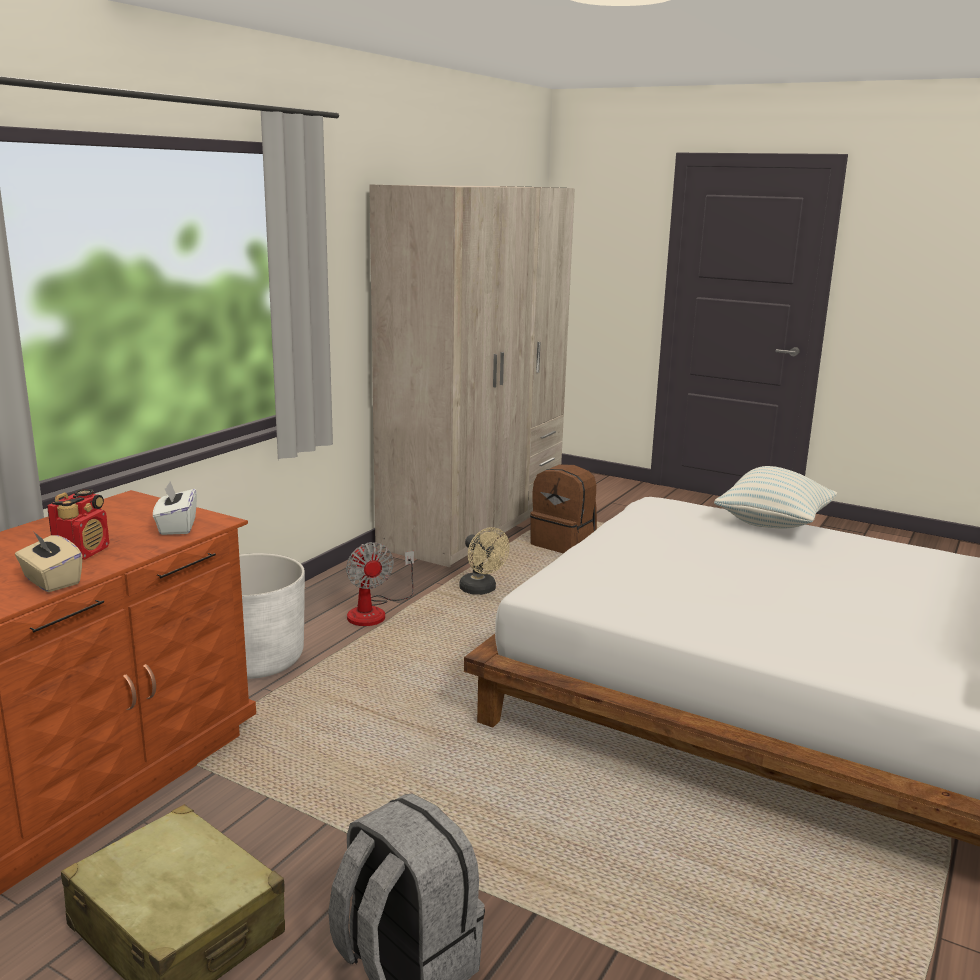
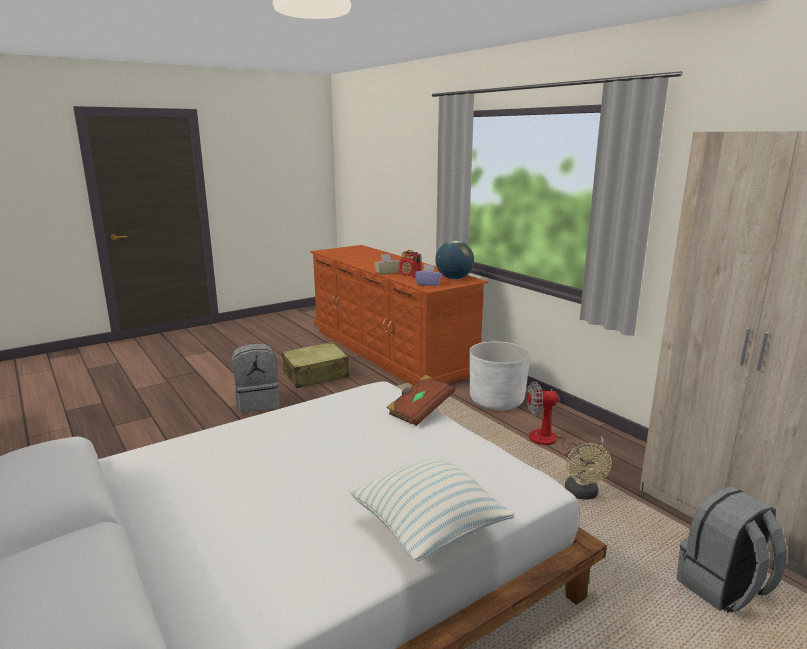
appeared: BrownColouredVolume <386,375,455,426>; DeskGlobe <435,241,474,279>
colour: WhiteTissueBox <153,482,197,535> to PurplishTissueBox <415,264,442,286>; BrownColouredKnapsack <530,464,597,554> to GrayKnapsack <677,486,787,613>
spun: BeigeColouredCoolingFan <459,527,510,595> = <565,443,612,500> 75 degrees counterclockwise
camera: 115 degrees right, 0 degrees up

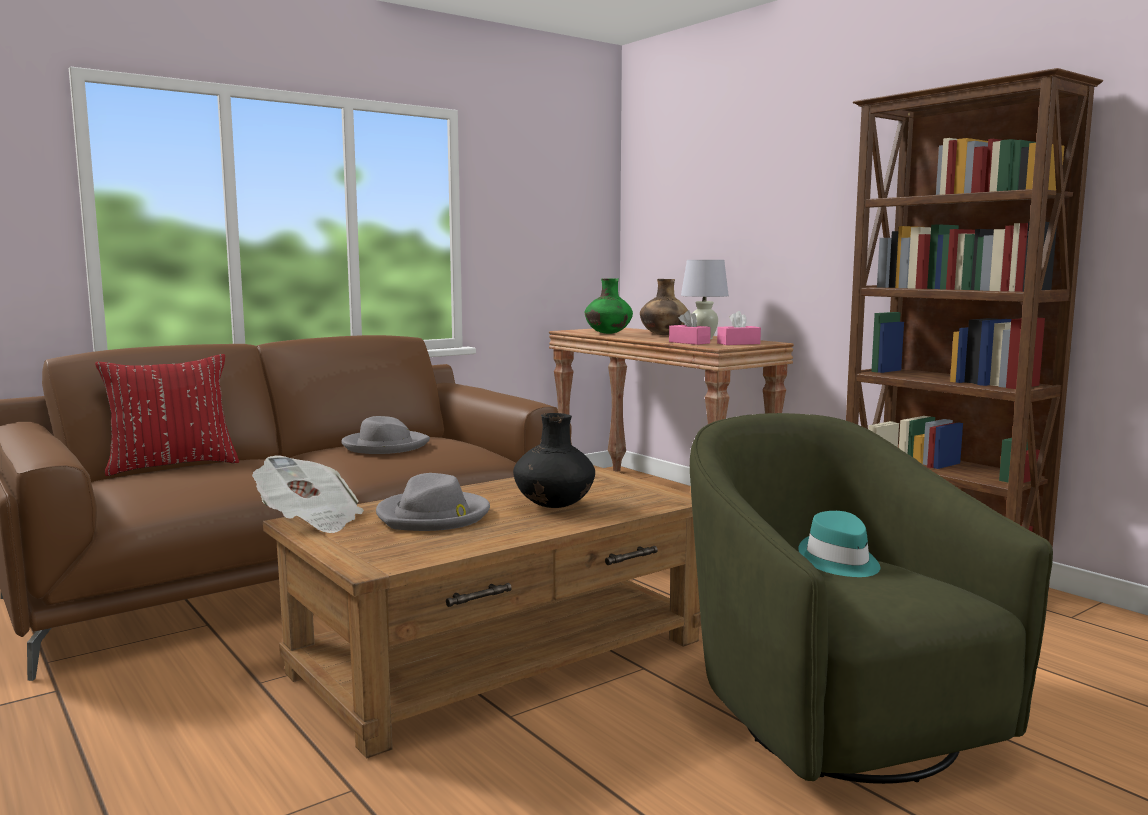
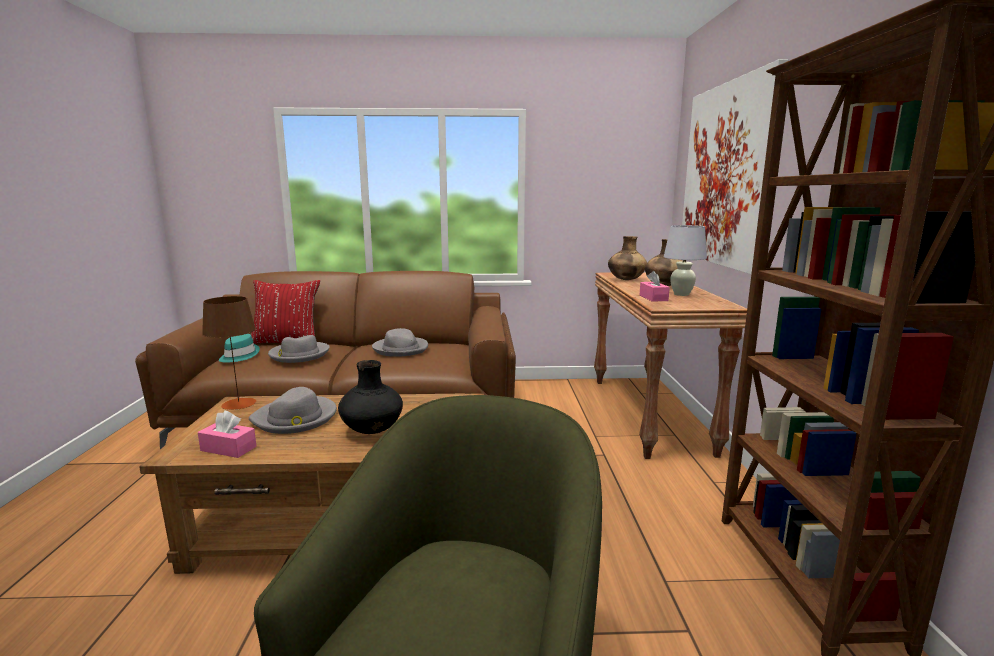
appeared: GrayWearableHat <268,335,330,363>; WallArt <682,59,789,274>
relocated: PinkColouredTissueBox <717,311,761,345> to <198,411,257,458>; TurquoiseColouredWearableHat <798,511,880,577> to <219,334,260,363>
exchanged: DailyPaper <252,456,364,533> to BrownColouredTabletopLamp <202,296,256,410>
colour: GreenColouredDecorativeVase <585,278,633,334> to BrownColouredDecorativeVase <608,236,647,280>
camera: 35 degrees right, 5 degrees up

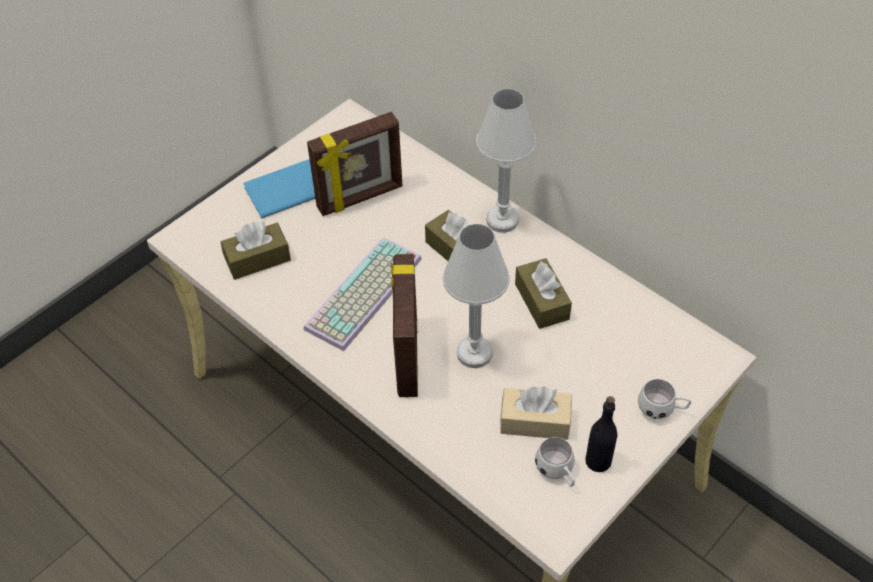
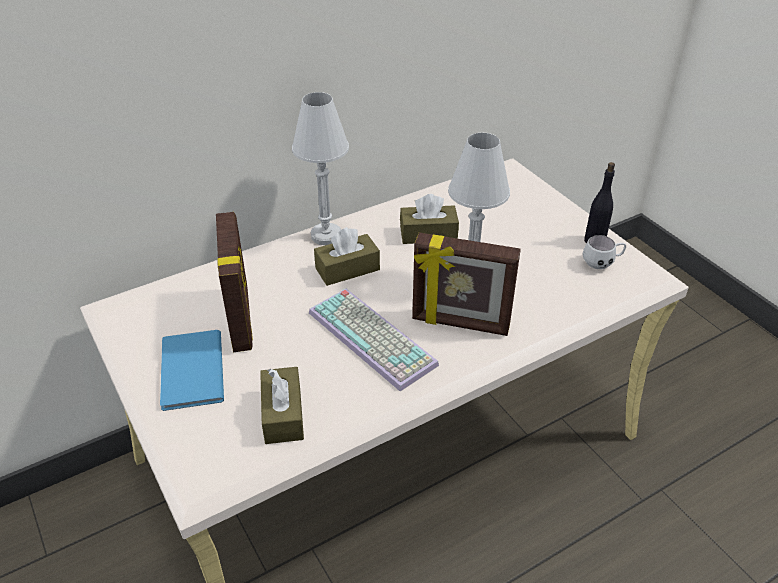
missing: BeigeColouredTissueBox <500,387,572,440>; WhiteCoffeeMug <638,379,691,419>
camera: 75 degrees left, 10 degrees down

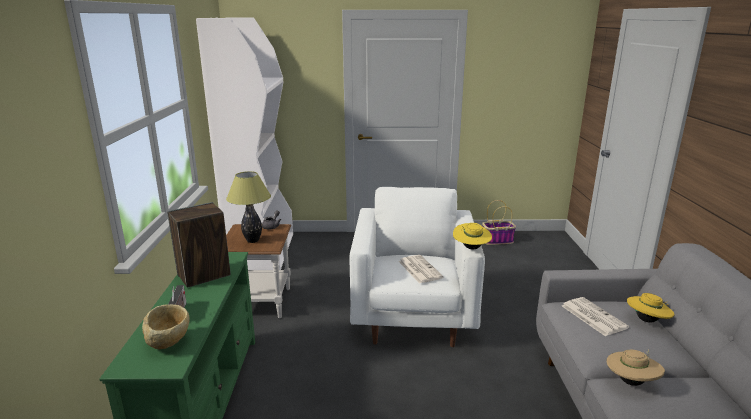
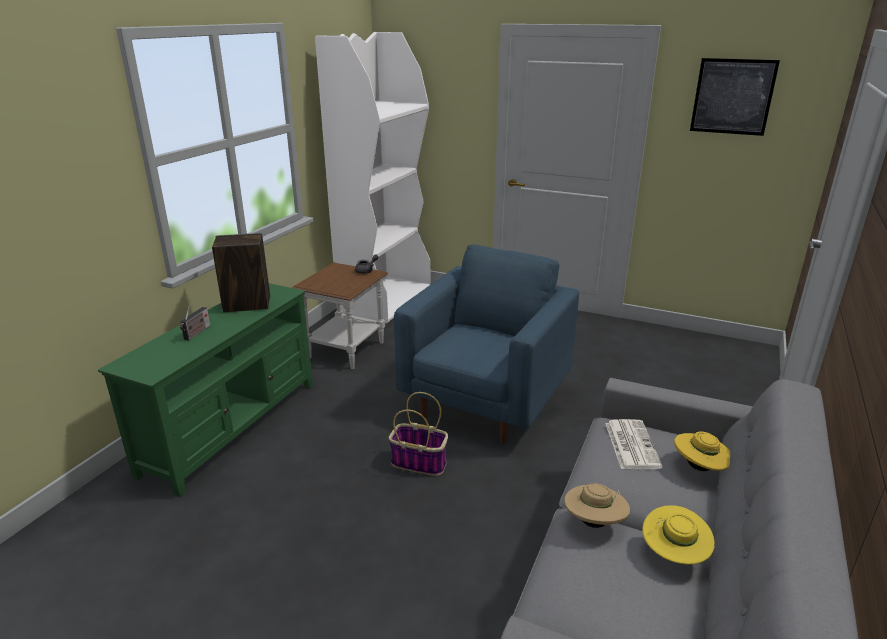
missing: BeigeColouredBowl <142,304,189,349>; TabletopLamp <226,171,271,243>; DailyPaper <398,255,444,284>
appeared: WallArt <690,58,780,136>
relocated: YellowColouredWearableHat <453,223,492,250> to <642,505,715,564>; StorageBasket <482,200,516,245> to <388,392,448,476>
colour: WhiteLoungeChair <350,187,485,347> to BlueColouredLoungeChair <394,244,579,444>
camera: 25 degrees right, 5 degrees up

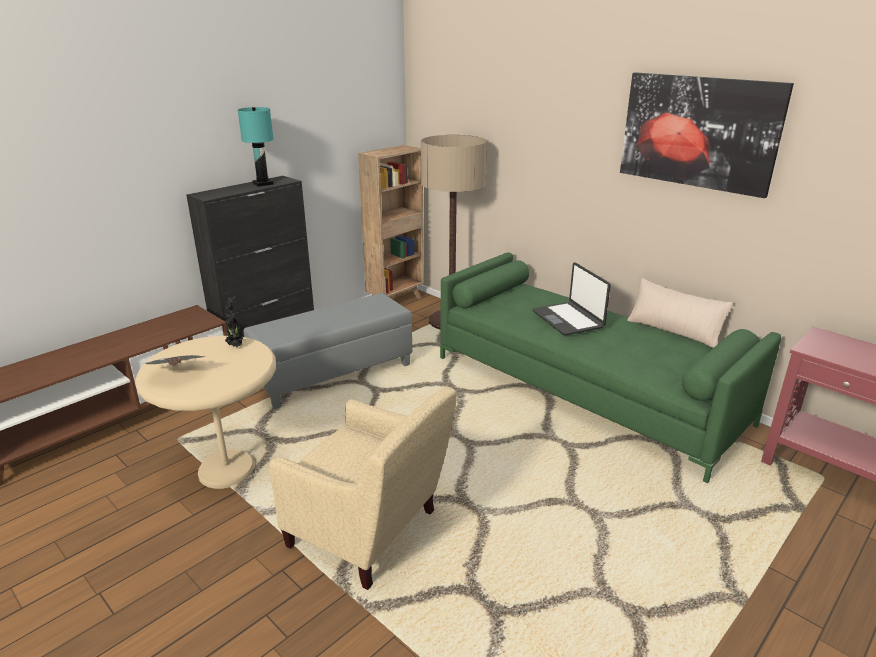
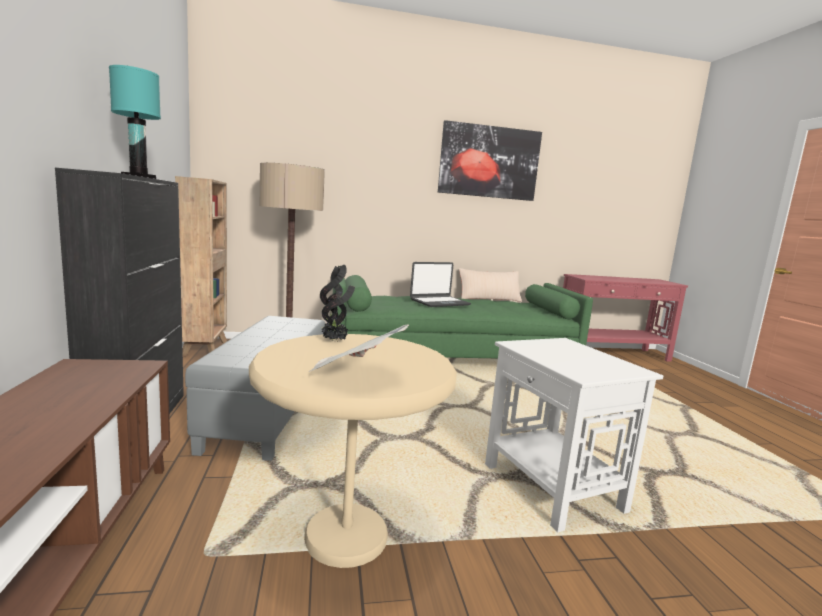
exchanged: BeigeColouredLoungeChair <269,387,457,590> to WhiteAccentTable <485,338,663,532>
spun: NotebookComputer <533,262,611,335> = <410,262,471,307> 45 degrees counterclockwise
camera: 55 degrees left, 15 degrees down

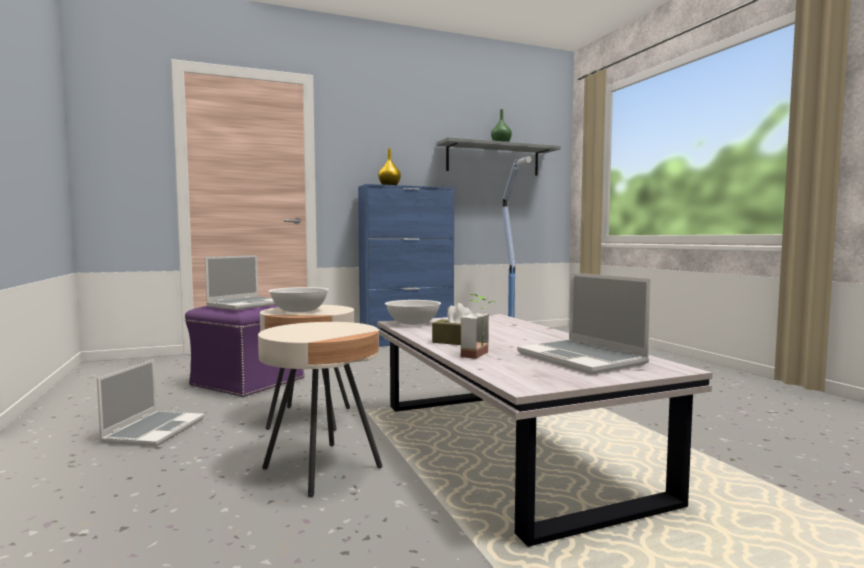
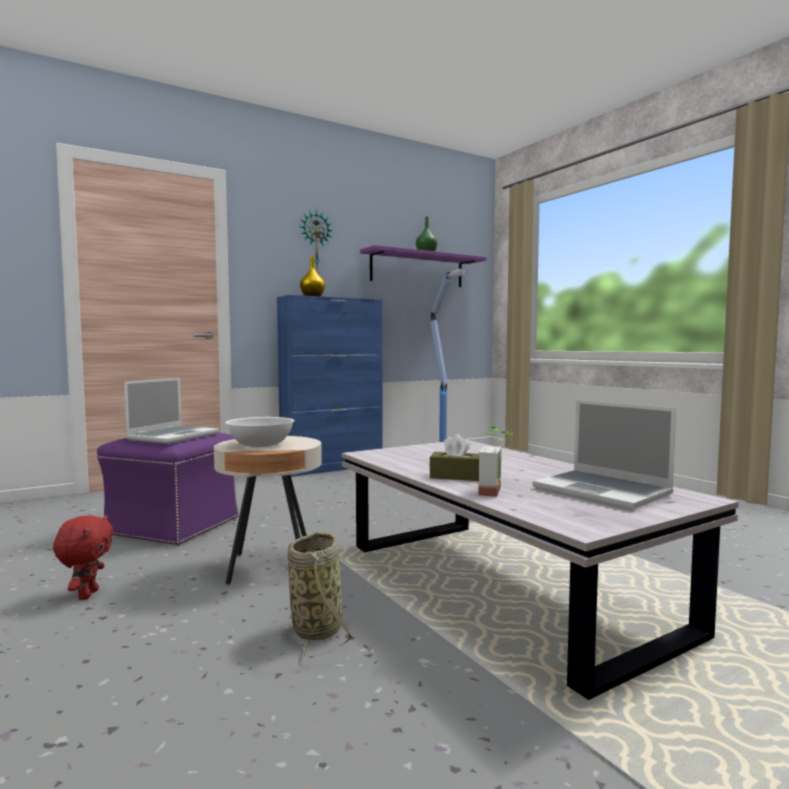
missing: WhiteBowl <385,300,441,325>
appeared: ClockOnTheWall <299,210,333,274>
exchanged: NotebookComputer <97,359,205,446> to RedColouredPlushToy <53,515,114,600>; BeigeColouredAccentTable <258,322,382,497> to StorageBasket <287,532,356,658>
colour: GrayWallShelf <437,137,561,176> to PurplishWallShelf <360,245,487,287>
camera: 10 degrees left, 0 degrees up

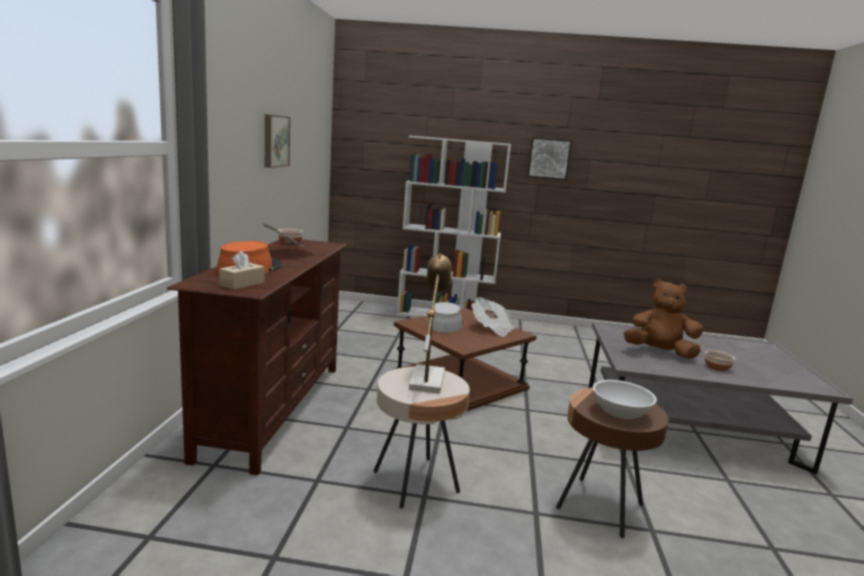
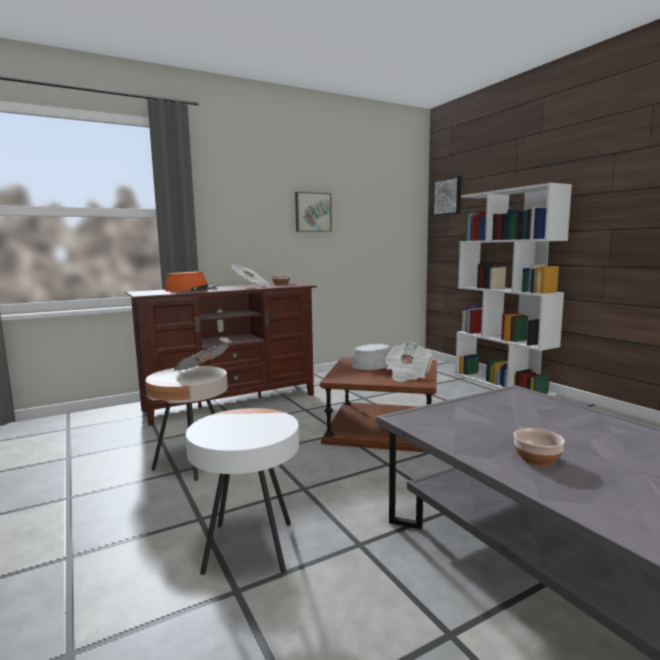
missing: BeigeColouredTissueBox <219,251,265,290>; WhiteBowl <593,380,657,419>; BrownColouredPlushToy <624,279,703,359>
relocated: WallArt <527,137,572,180> to <433,176,461,216>
exchanged: TabletopLamp <409,254,452,394> to DailyPaper <173,344,229,371>
colour: BrownColouredAccentTable <556,388,669,538> to WhiteAccentTable <186,408,299,575>
camera: 55 degrees right, 5 degrees down

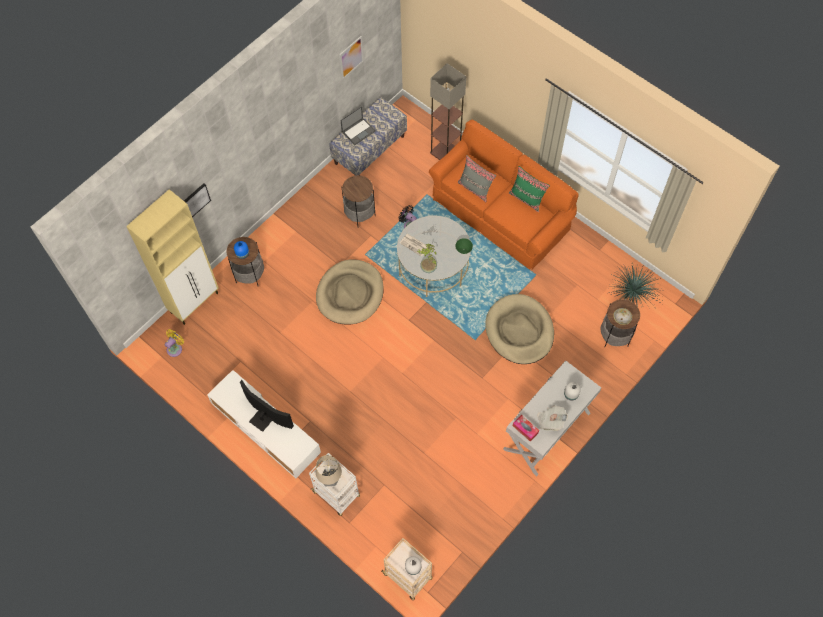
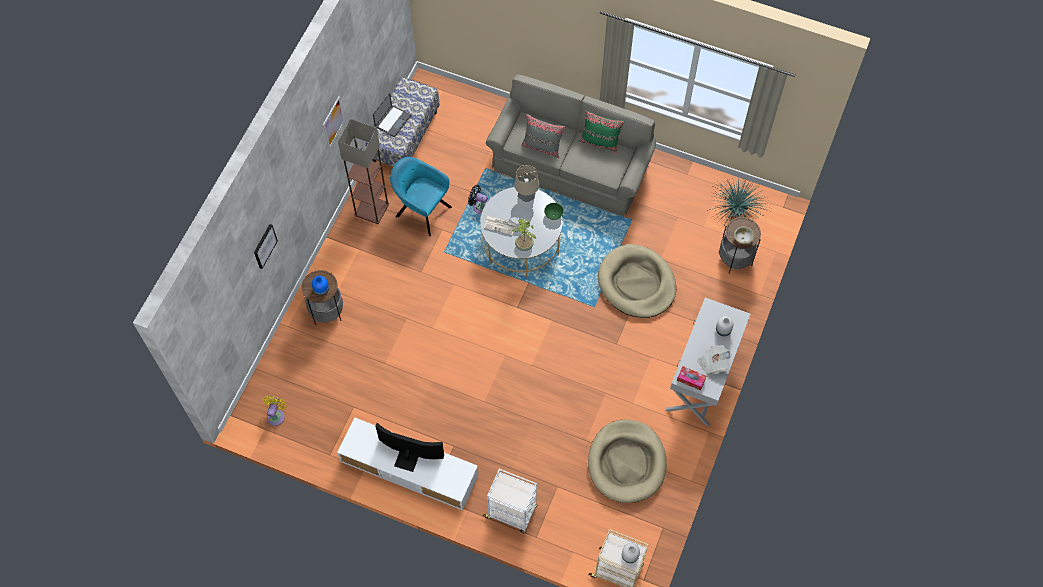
missing: BeigeColouredCupboard <126,189,219,325>
relocated: BeigeColouredDogCushion <316,259,384,324> to <588,419,667,503>; TabletopLamp <316,455,342,486> to <514,165,539,202>; WallArt <339,36,364,80> to <323,97,345,148>; StandardLamp <430,63,466,160> to <338,119,389,224>
exchanged: AccentTable <342,175,376,228> to TurquoiseColouredLoungeChair <390,157,452,236>
colour: OrangeyCouch <429,120,578,269> to GrayCouch <486,74,656,216>
camera: 20 degrees left, 0 degrees up

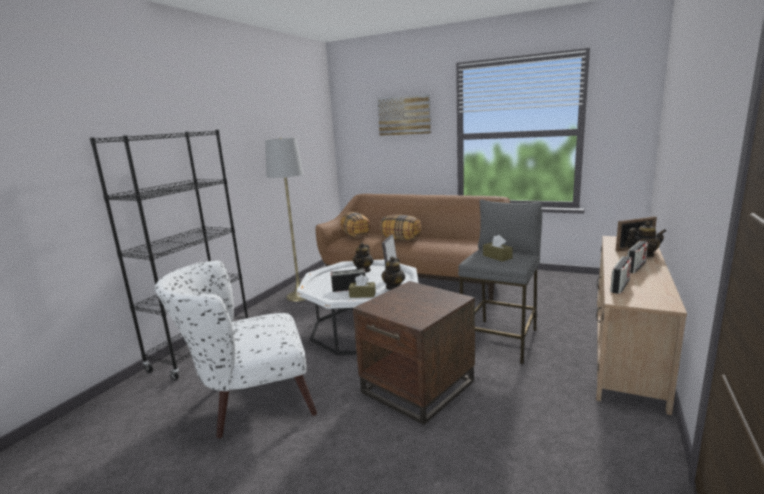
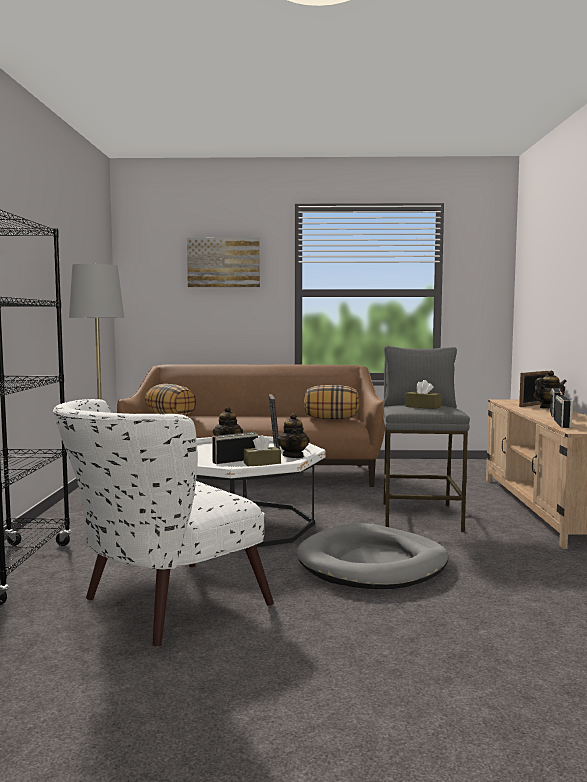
relocated: Pillow <380,215,421,240> to <304,385,359,419>
exchanged: BrownColouredAccentTable <353,281,475,425> to GrayDogCushion <296,523,448,589>
camera: 25 degrees left, 10 degrees down

